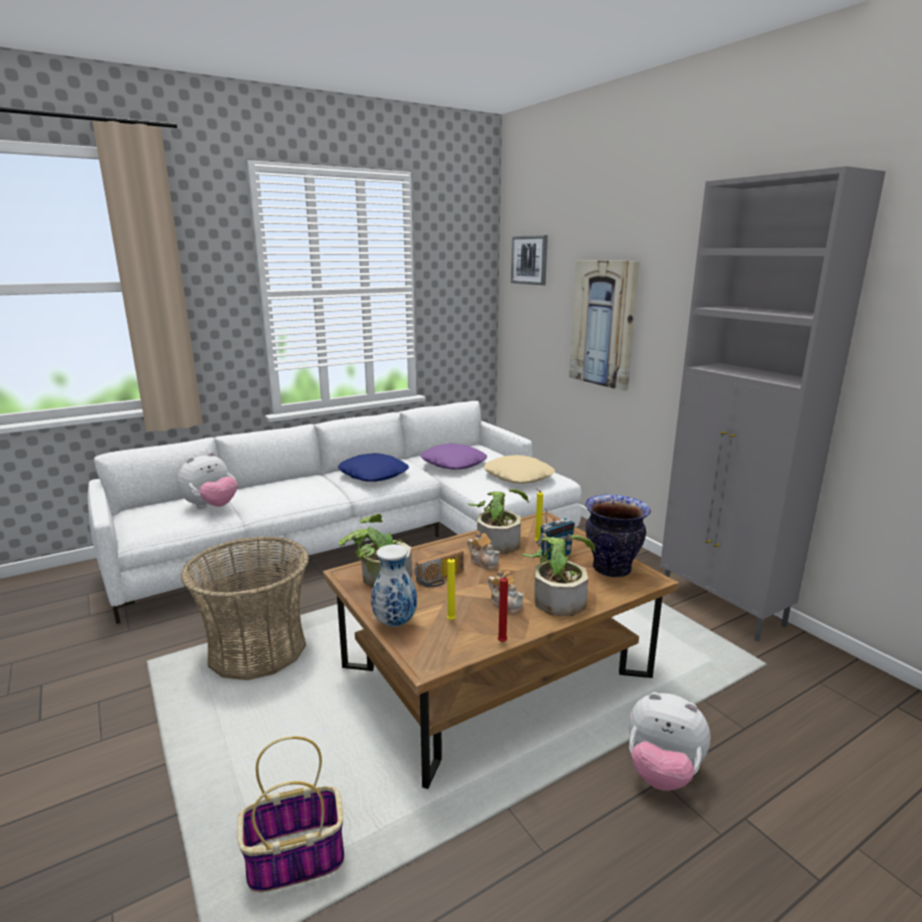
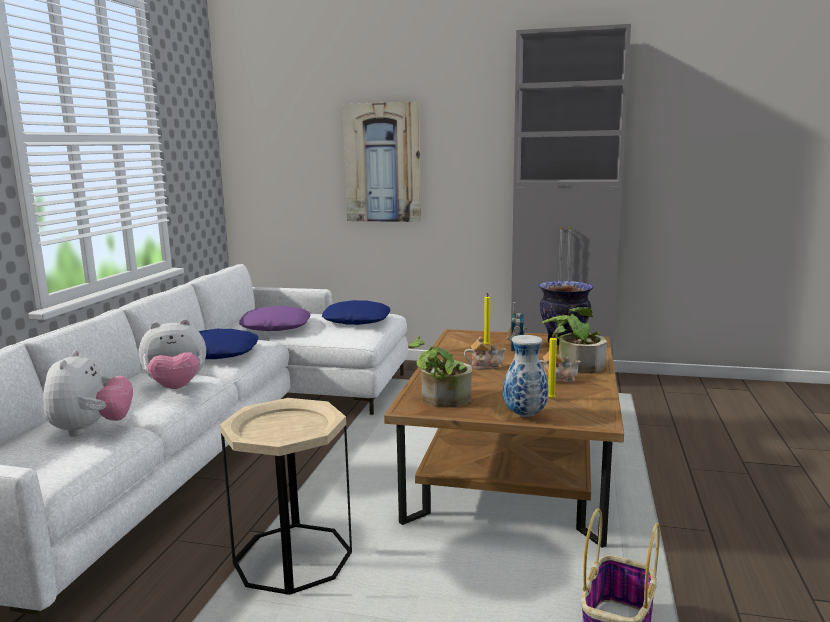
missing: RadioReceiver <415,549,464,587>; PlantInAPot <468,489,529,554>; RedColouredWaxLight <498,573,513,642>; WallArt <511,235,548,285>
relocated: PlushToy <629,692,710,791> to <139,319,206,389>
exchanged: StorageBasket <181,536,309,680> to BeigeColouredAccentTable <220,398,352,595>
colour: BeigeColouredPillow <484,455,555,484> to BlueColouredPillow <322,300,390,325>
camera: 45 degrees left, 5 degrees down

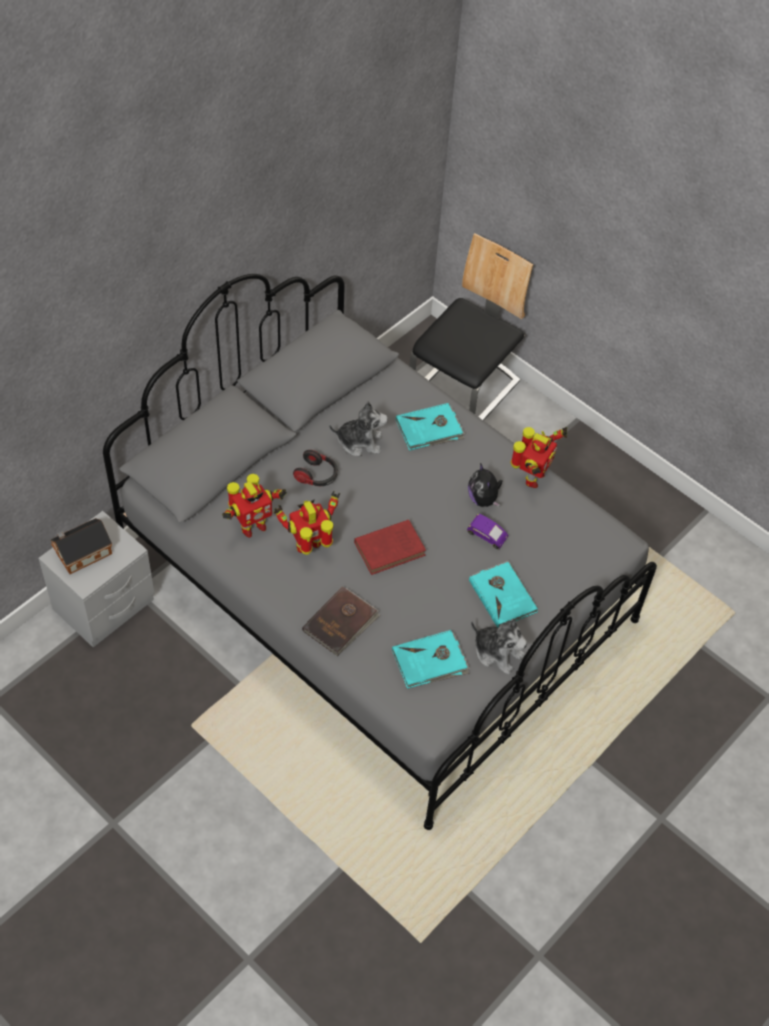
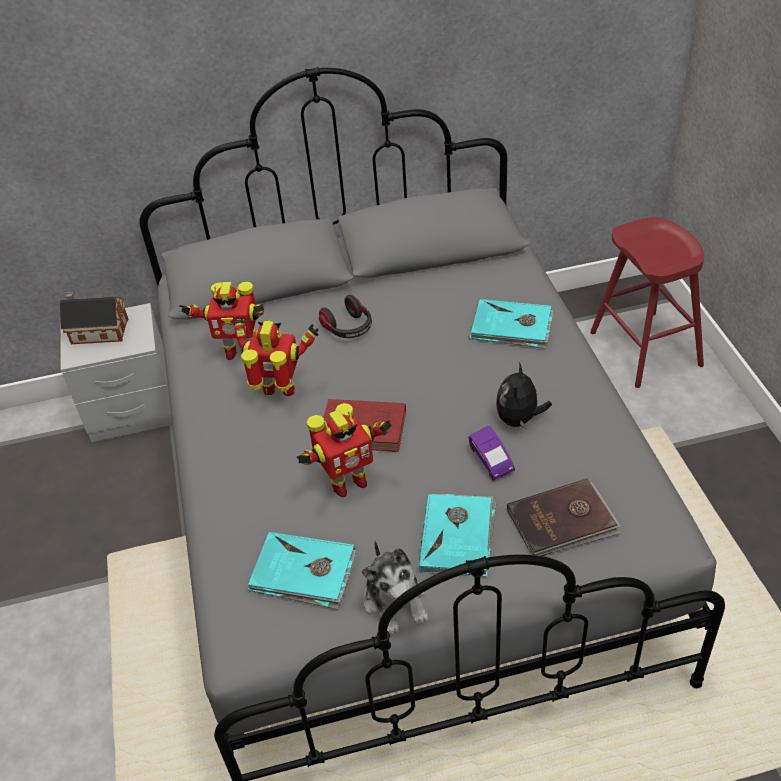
missing: PlushToy <329,401,388,457>
relocated: BrownColouredVolume <302,586,380,656> to <507,479,621,556>; RobotFigure <511,427,567,488> to <297,403,392,497>
exchanged: PlainChair <410,233,533,421> to RedColouredStoolSeat <590,217,704,388>
camera: 40 degrees right, 10 degrees down

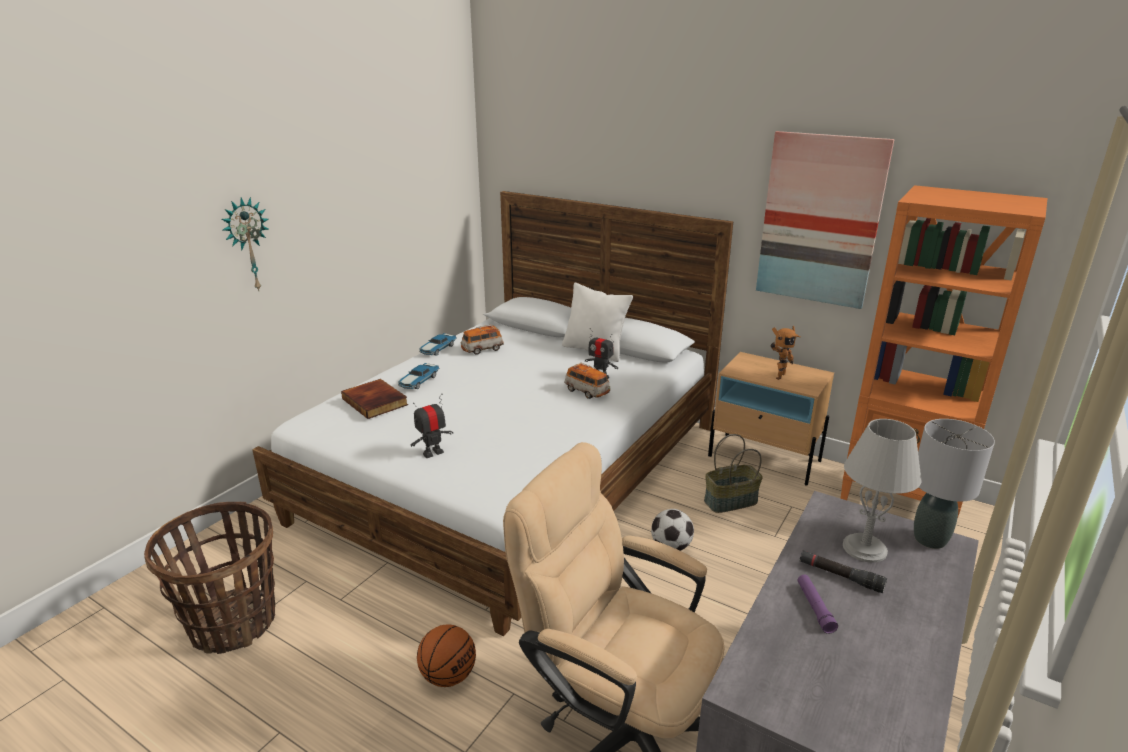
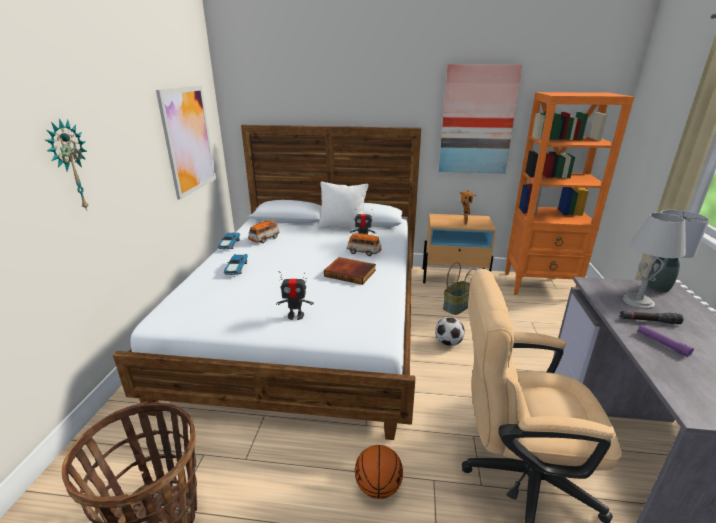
appeared: WallArt <156,86,216,200>
relocated: Volume <341,379,408,419> to <324,257,376,285>
spun: RobotFigure <411,394,453,458> = <276,271,314,320> 120 degrees counterclockwise
camera: 25 degrees left, 0 degrees up

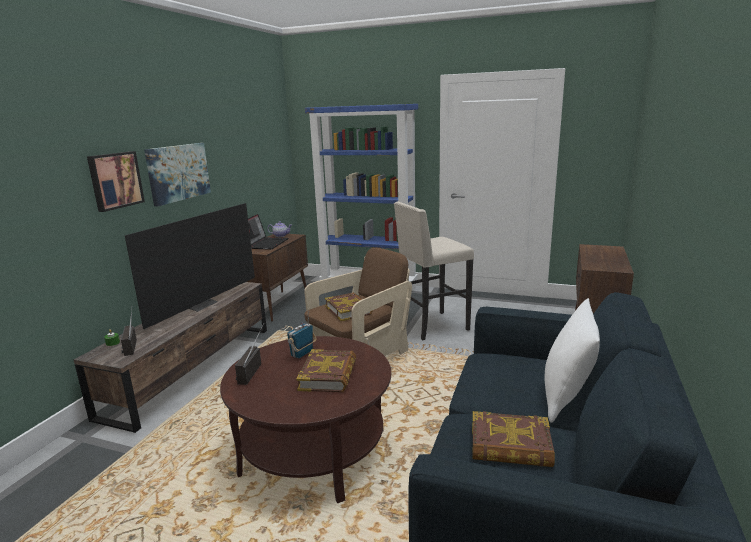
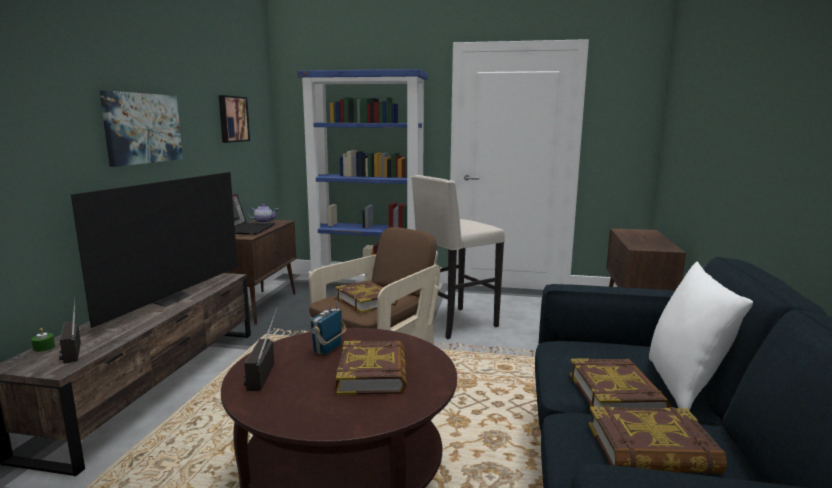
appeared: Volume <570,359,671,408>
relocated: WallArt <87,151,145,212> to <219,95,250,143>
camera: 10 degrees left, 5 degrees down

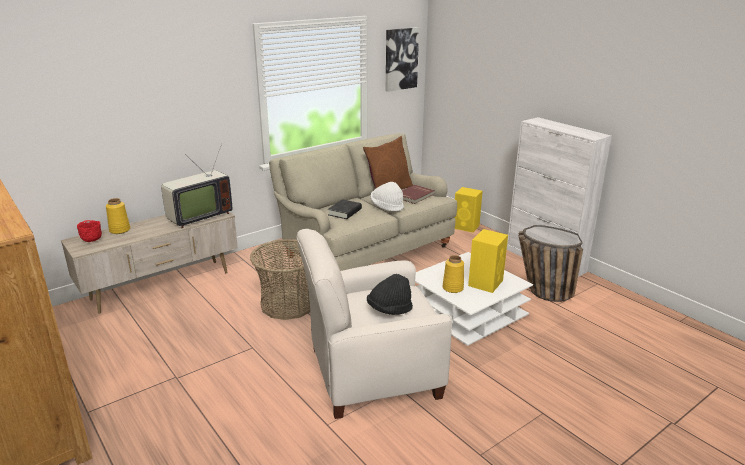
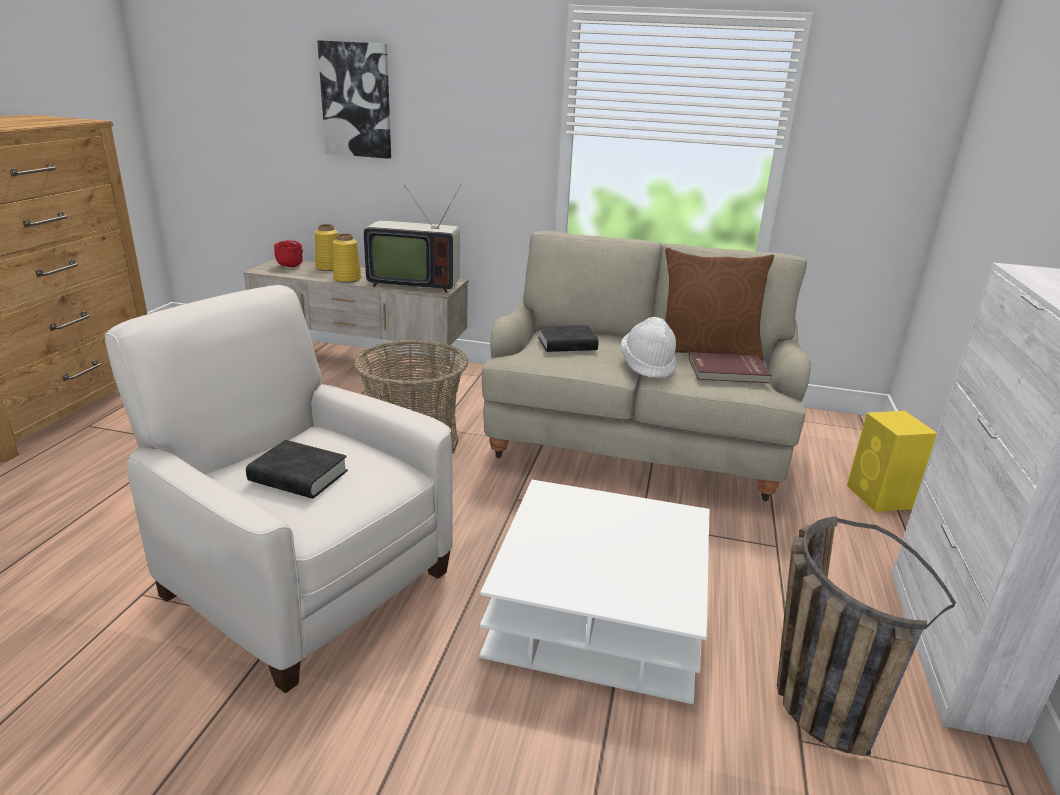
missing: YellowColouredSpeaker <468,229,508,293>
relocated: WallArt <386,27,419,92> to <317,40,391,159>; YellowColouredDecorativeVase <443,255,464,293> to <333,233,361,283>
exchanged: BlackishWearableHat <367,274,413,315> to BlackishVolume <246,440,348,499>
camera: 50 degrees right, 0 degrees up

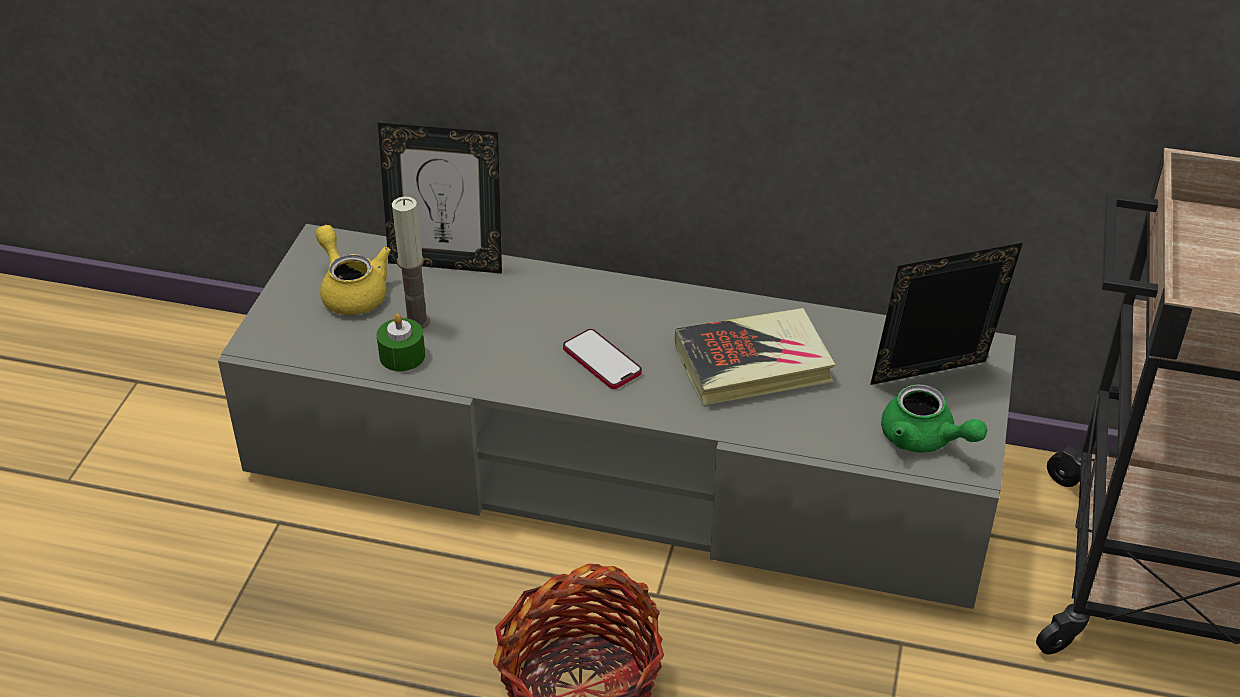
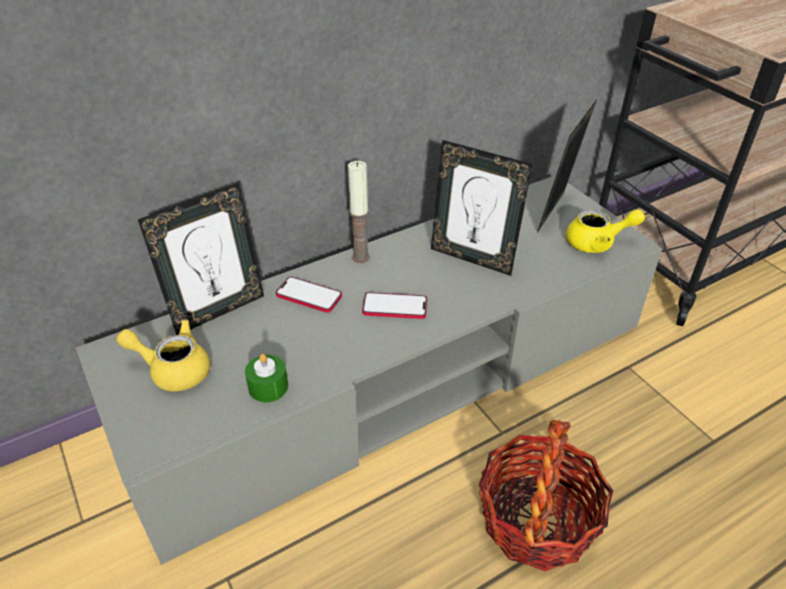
appeared: Phone <276,277,342,313>
relocated: WaxLight <392,196,430,329> to <348,161,370,263>
exchanged: Volume <675,308,836,405> to StandingFrame <431,140,533,276>
colour: GreenColouredTeaPot <881,384,987,453> to YellowColouredTeaPot <566,209,645,253>
camera: 45 degrees left, 0 degrees up

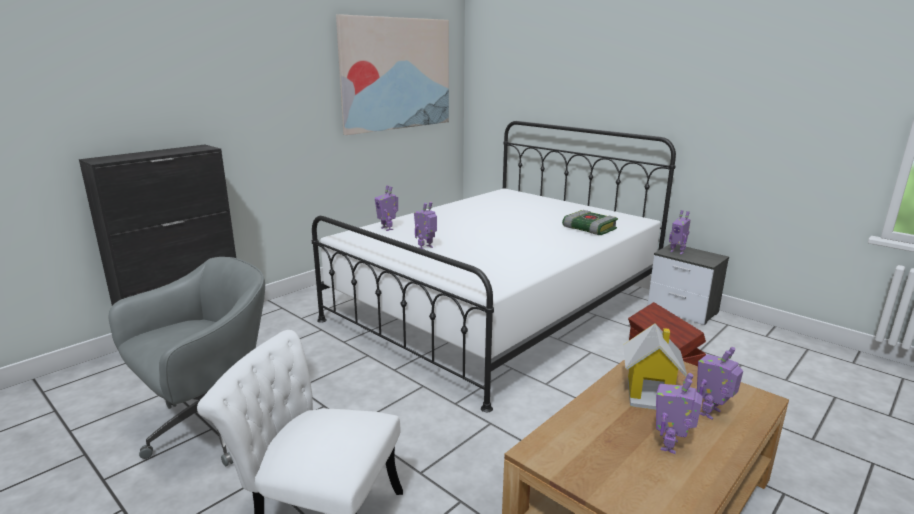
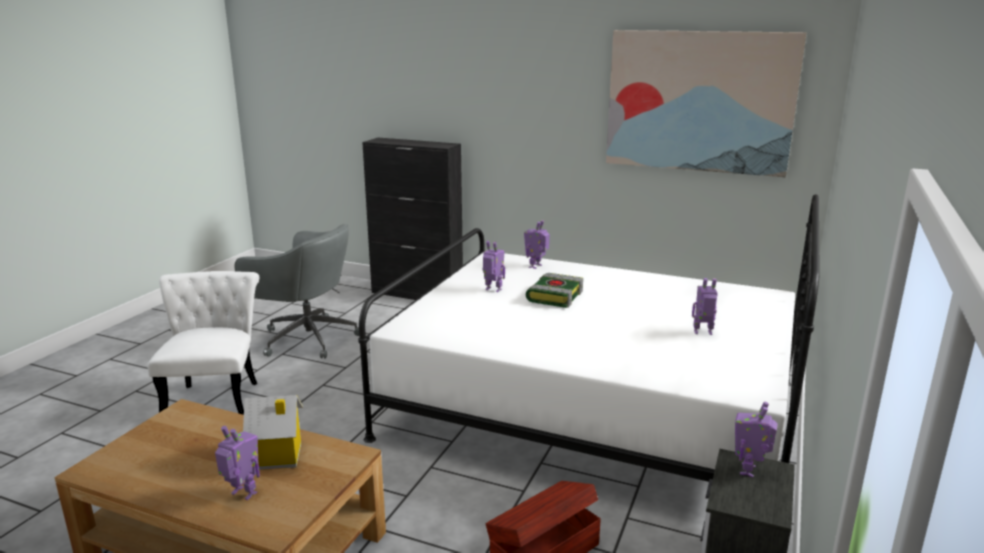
relocated: Volume <562,210,618,235> to <526,273,583,308>; RobotFigure <656,373,703,454> to <692,278,718,335>
camera: 70 degrees right, 0 degrees up

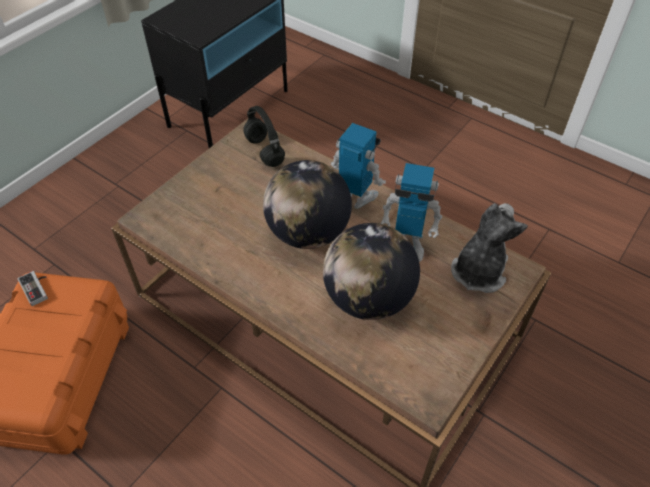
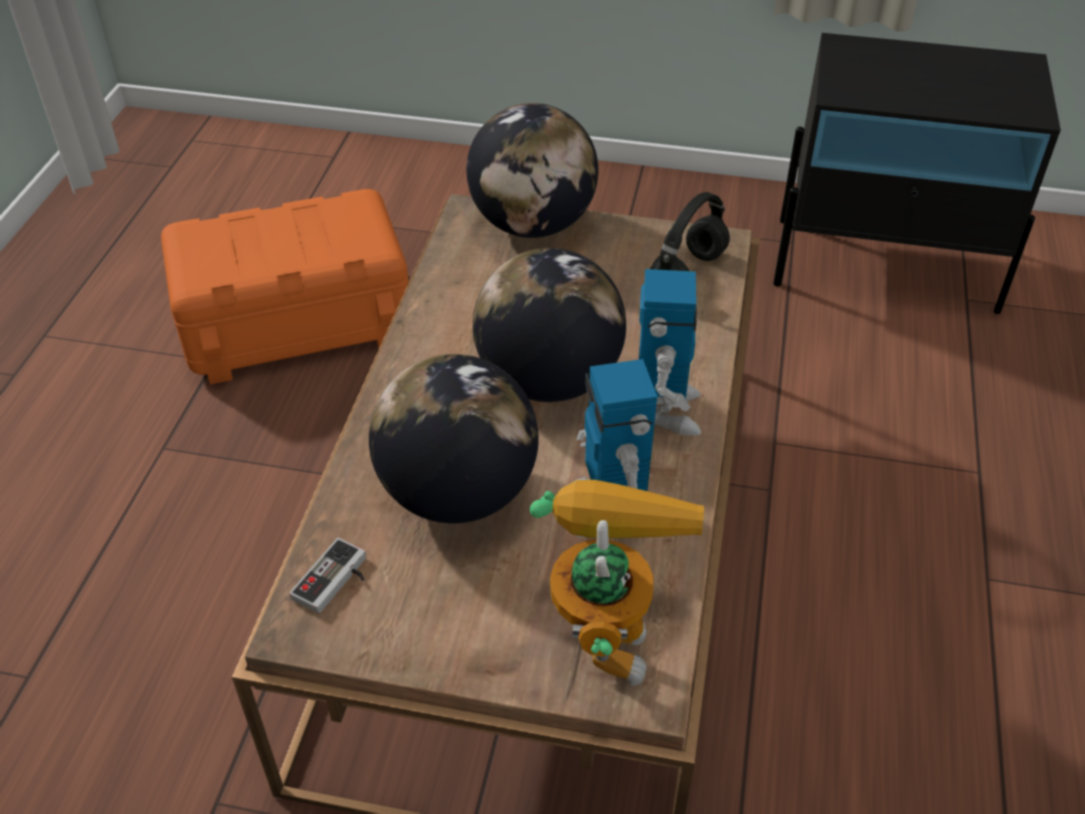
appeared: DeskGlobe <466,103,598,238>
relocated: Gamepad <18,271,48,306> to <289,538,366,614>
exchanged: PlushToy <451,203,528,293> to RobotFigure <530,480,704,686>
camera: 65 degrees right, 5 degrees down

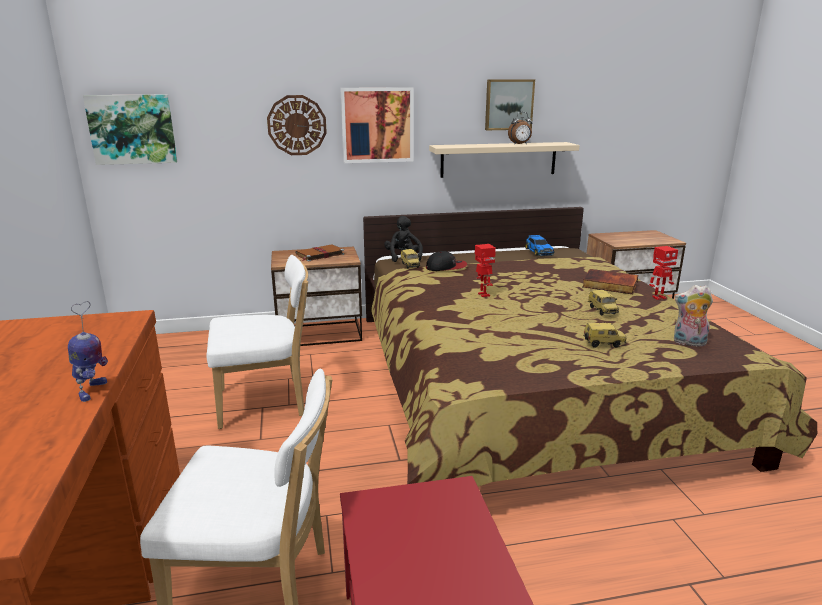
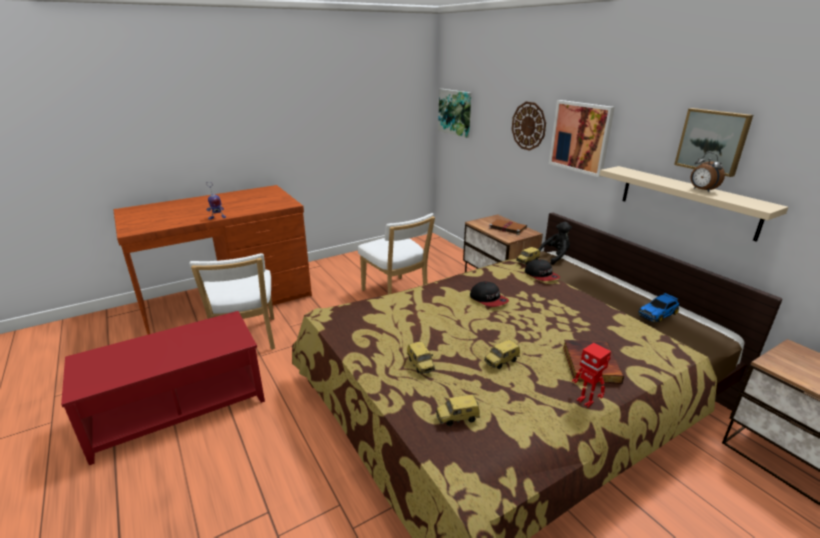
exchanged: RobotFigure <475,244,496,297> to BaseballCap <470,281,509,307>; PlushToy <674,285,713,347> to ModelCar <436,394,480,426>
camera: 70 degrees right, 5 degrees up

